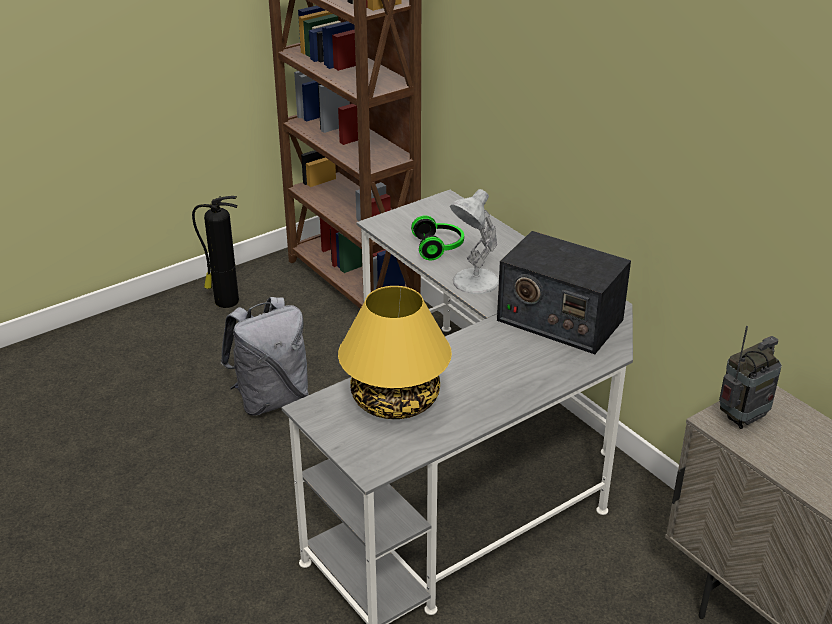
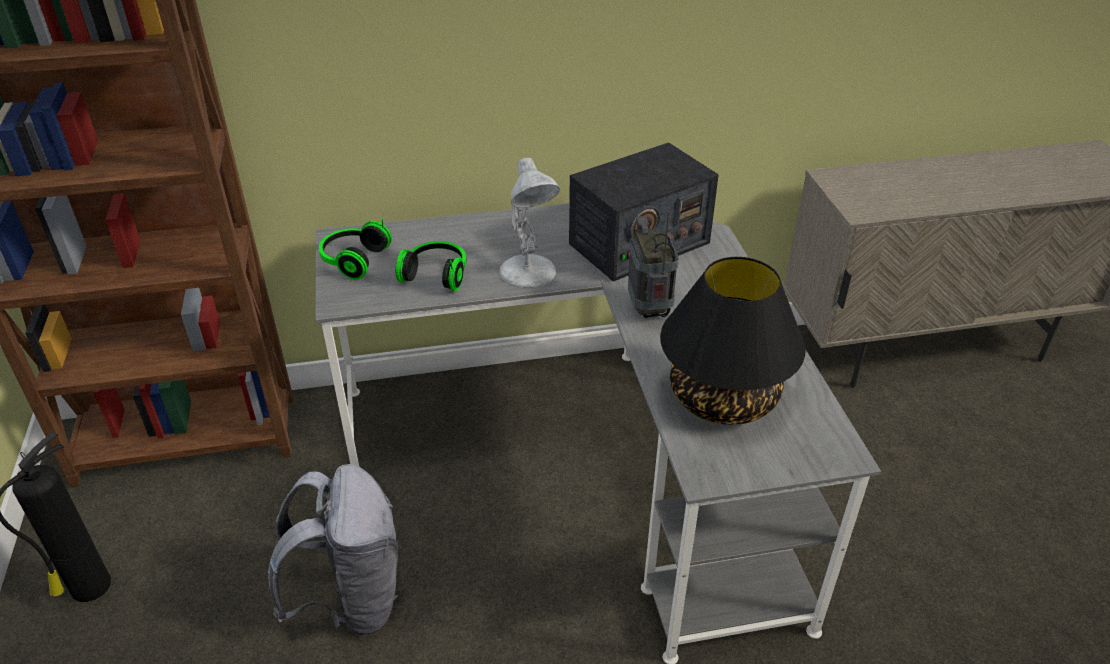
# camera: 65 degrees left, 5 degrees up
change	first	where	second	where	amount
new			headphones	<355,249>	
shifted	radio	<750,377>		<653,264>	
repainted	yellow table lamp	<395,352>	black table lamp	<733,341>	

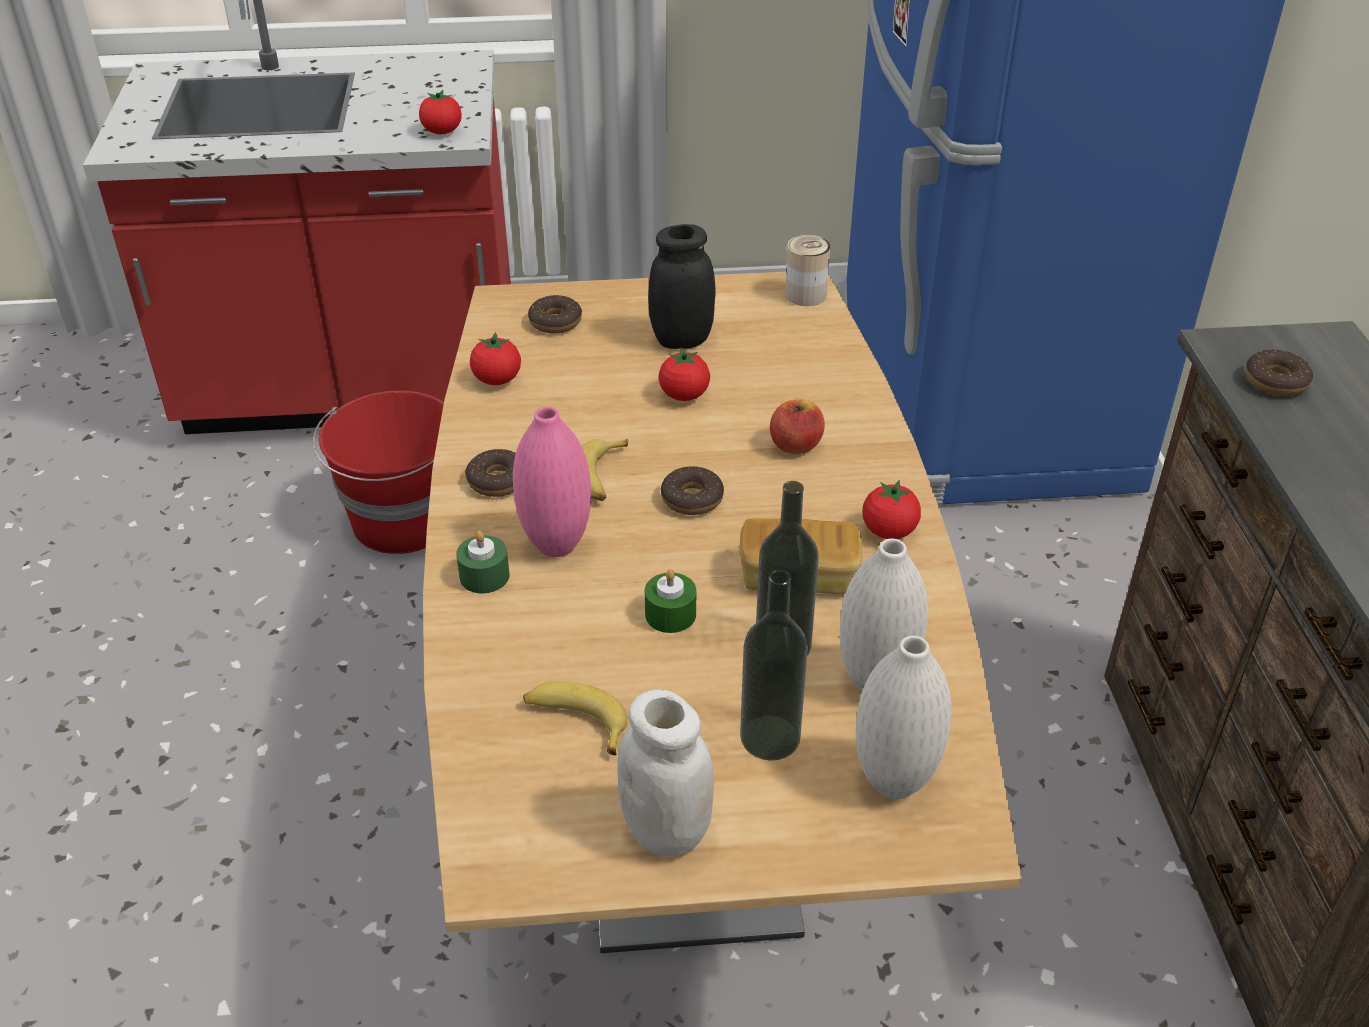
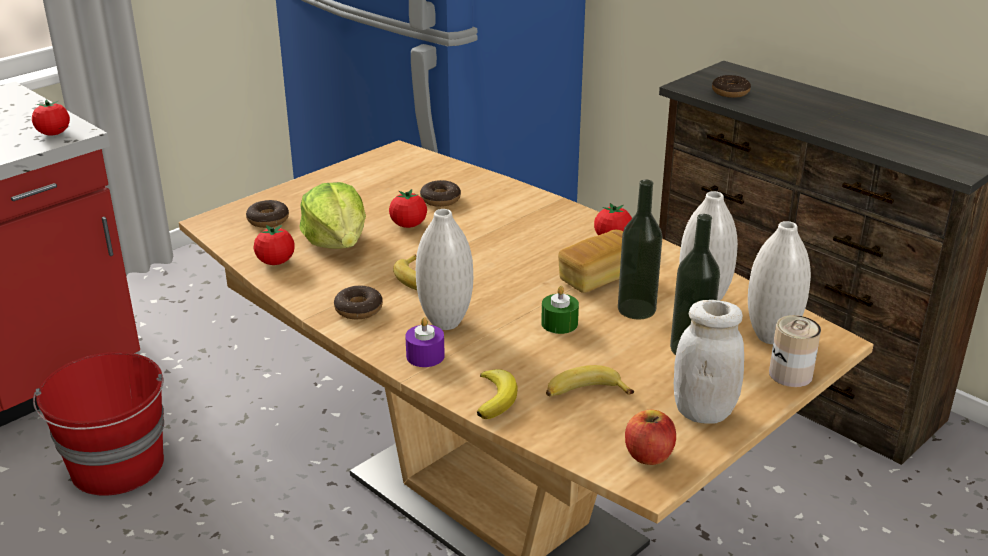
# camera: 40 degrees left, 10 degrees down
change	first	where	second	where	amount
new			lettuce	<333,215>	
repainted	green candle	<483,562>	purple candle	<425,342>	
repainted	pink vase	<552,481>	white vase	<444,269>	
shifted	donut	<692,490>		<440,193>	
new			banana	<497,394>	
shifted	apple	<797,426>		<650,437>	
shifted	can	<807,270>		<795,351>	
gone	black jar	<681,286>			

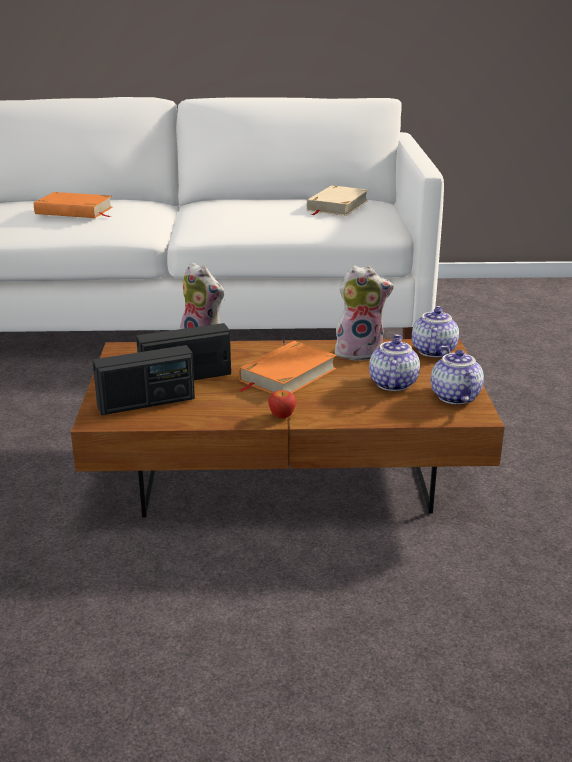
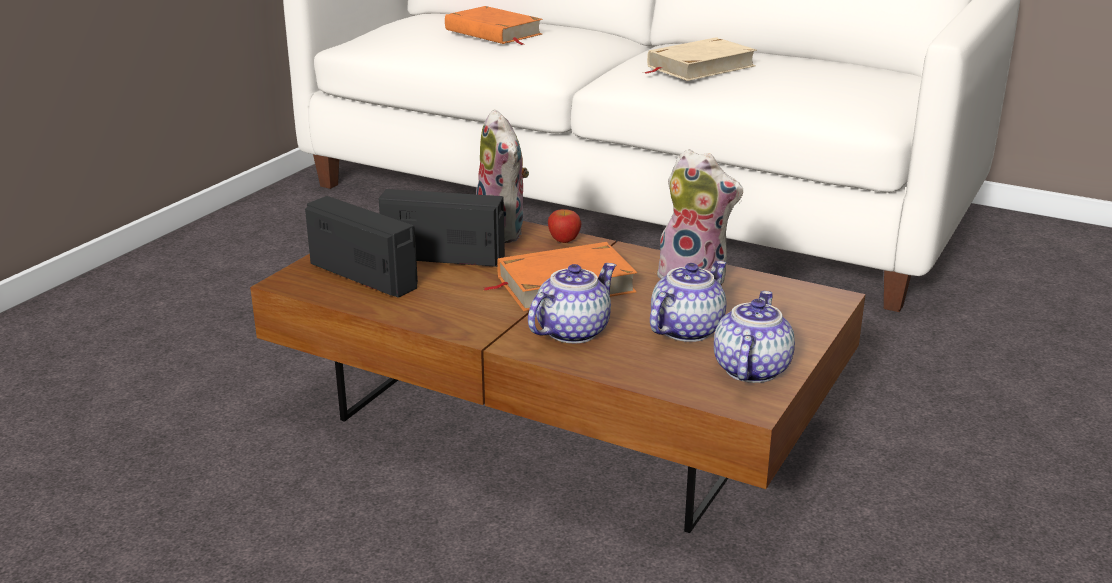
# camera: 30 degrees right, 0 degrees up
change	first	where	second	where	amount
rotated	radio	<143,380>		<361,247>	150 degrees counterclockwise
shifted	teapot	<435,331>		<572,303>	
shifted	apple	<282,404>		<564,226>	
shifted	beige book	<338,200>		<700,59>	

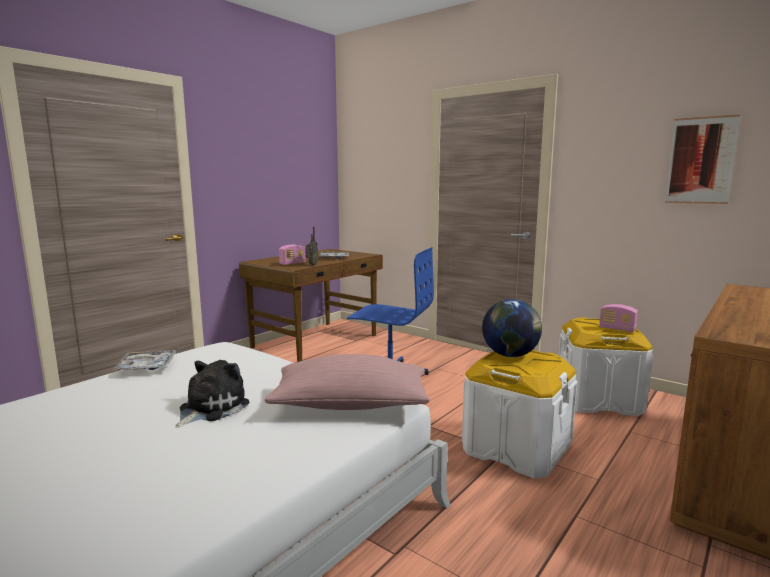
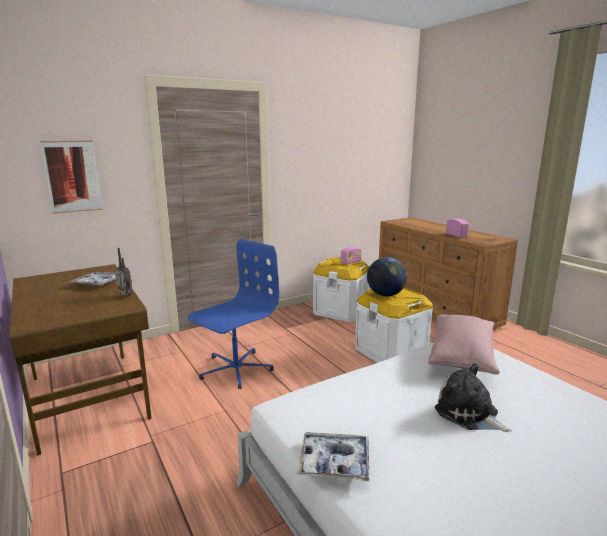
# camera: 70 degrees left, 5 degrees up
change	first	where	second	where	amount
shifted	picture	<702,159>		<72,177>	
shifted	radio	<292,255>		<457,228>	

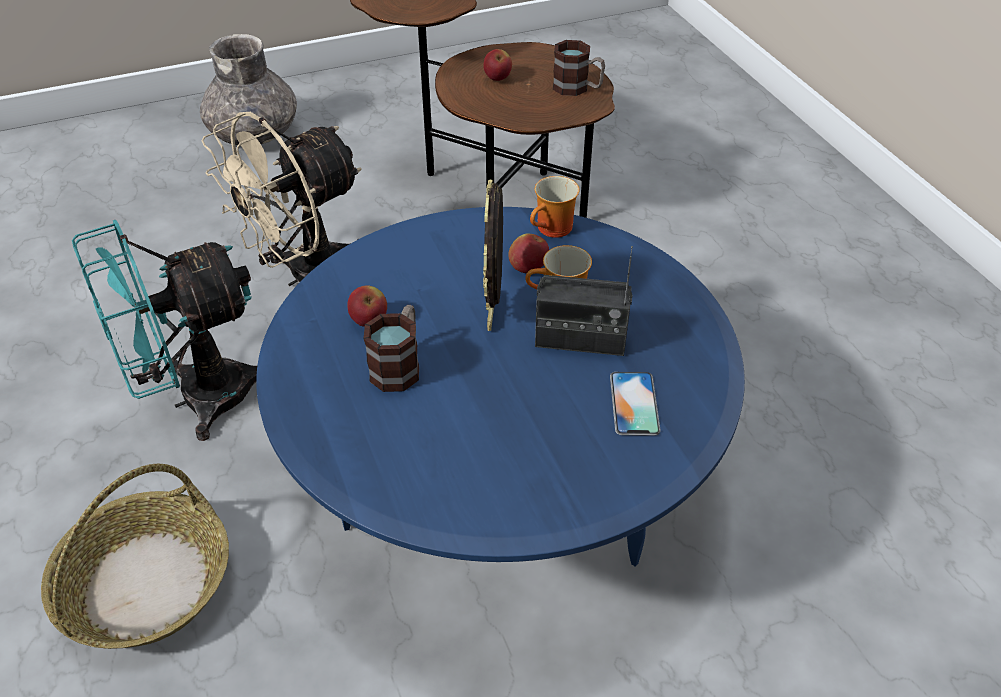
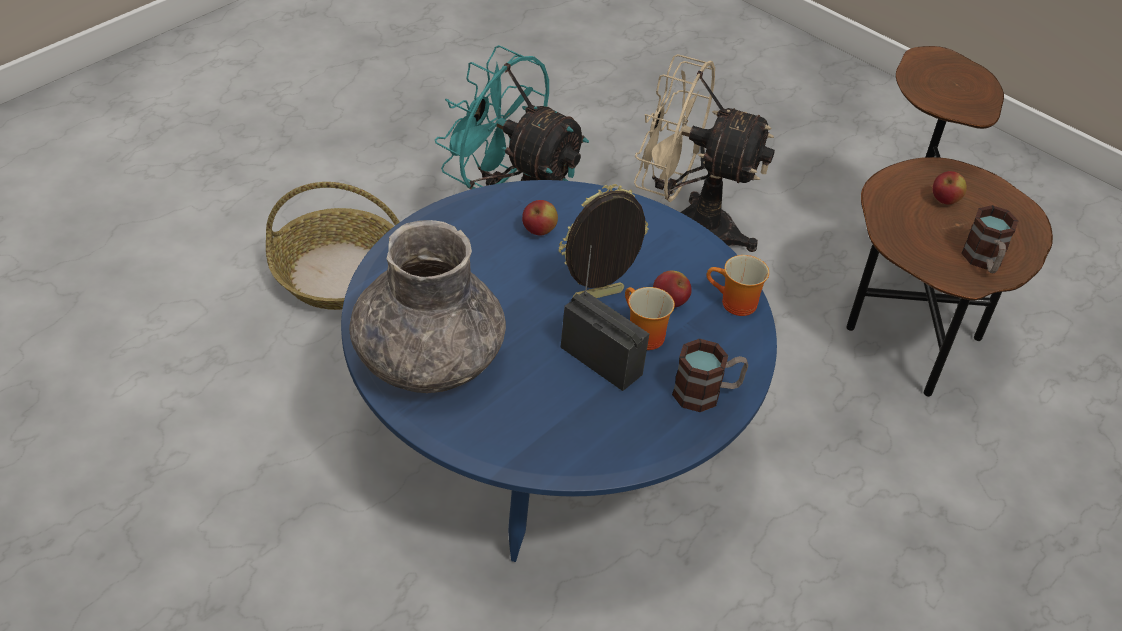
# camera: 60 degrees right, 0 degrees up
change	first	where	second	where	amount
shifted	grey vase	<248,90>		<427,306>	
rotated	radio	<584,301>		<605,318>	150 degrees clockwise
shifted	mug	<391,348>		<710,375>	
gone	phone	<635,403>			

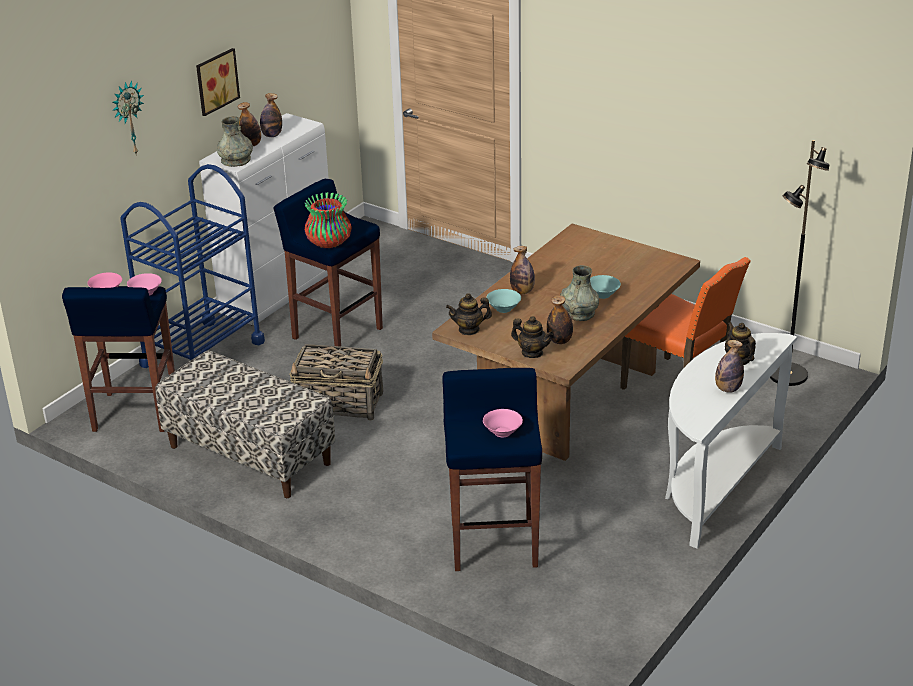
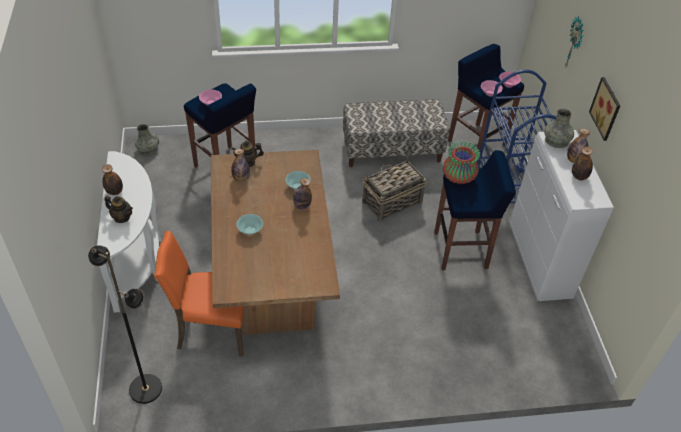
# camera: 135 degrees right, 15 degrees up
change	first	where	second	where	amount
shifted	grey vase	<579,293>		<147,140>	
gone	teapot	<469,314>			

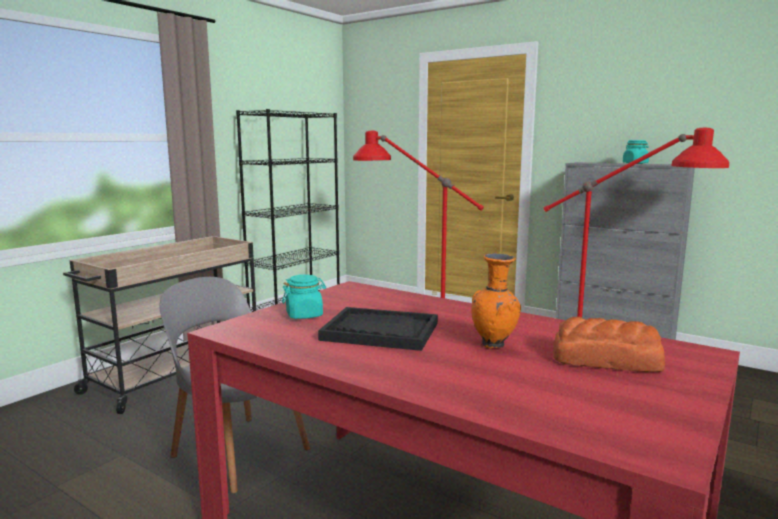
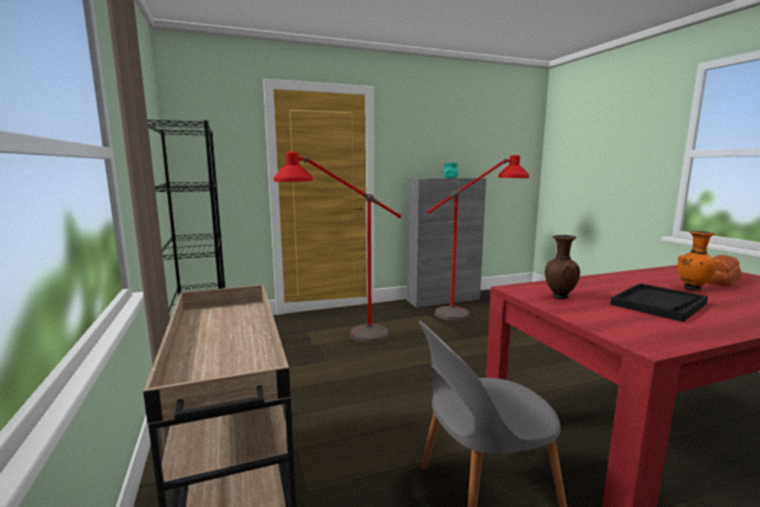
# camera: 55 degrees left, 0 degrees up
change	first	where	second	where	amount
new			brown vase	<562,267>	
gone	turquoise jar	<304,297>			

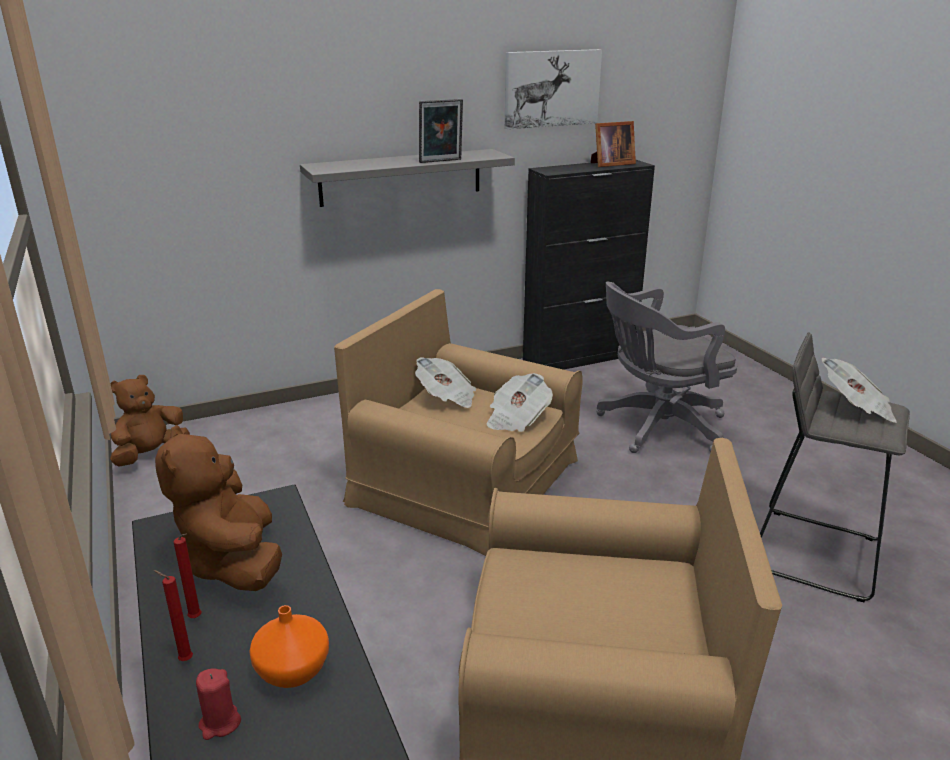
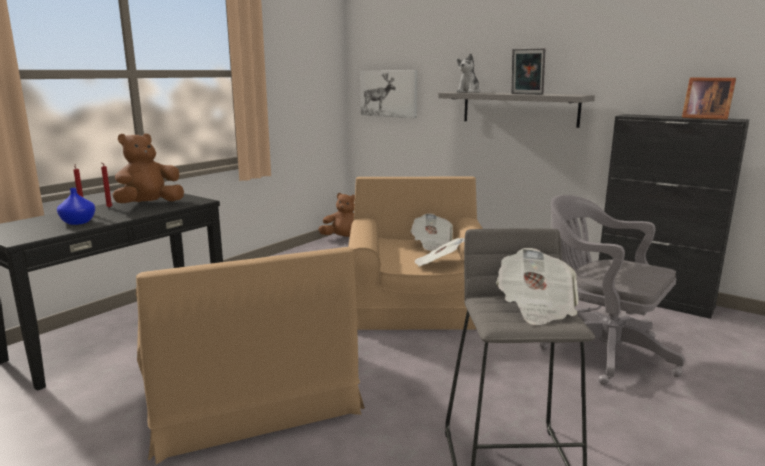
# camera: 60 degrees right, 10 degrees down
change	first	where	second	where	amount
repainted	orange vase	<289,646>	blue vase	<76,206>	
shifted	picture	<553,89>		<388,94>	
new			plush toy	<468,73>	
gone	red candle	<218,704>			

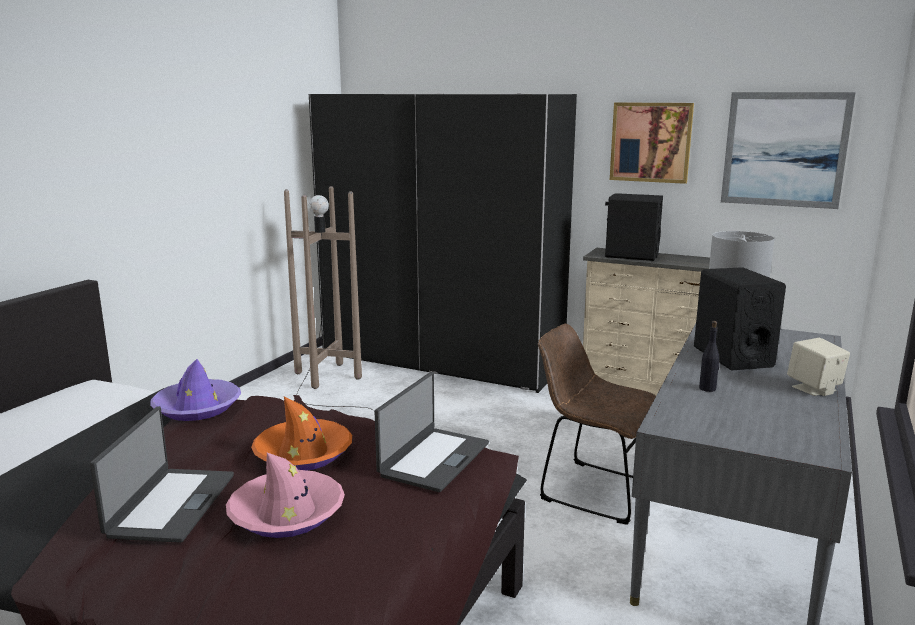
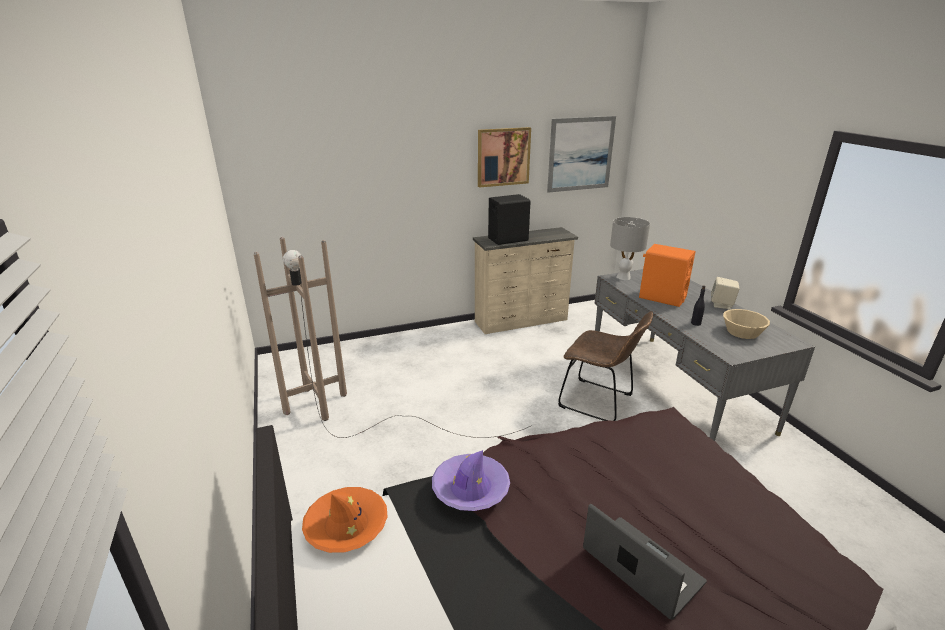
# camera: 45 degrees left, 10 degrees up
change	first	where	second	where	amount
shifted	orange hat	<301,433>		<345,520>	
rotated	brown chair	<597,424>		<605,366>	135 degrees counterclockwise
repainted	black speaker	<740,318>	orange speaker	<667,275>	
new			beige bowl	<746,324>	
gone	pink hat	<285,495>			
gone	black wardrobe	<443,243>			
gone	laptop	<431,432>			

